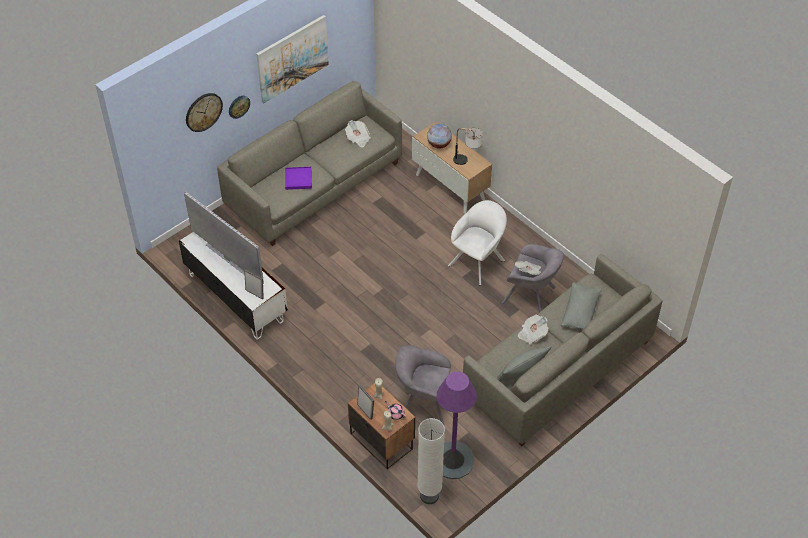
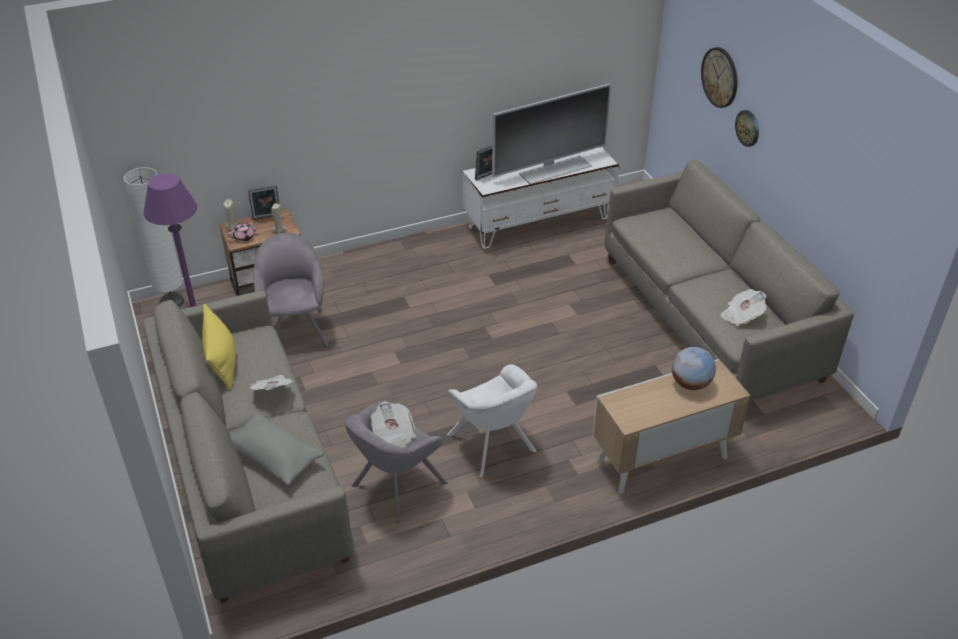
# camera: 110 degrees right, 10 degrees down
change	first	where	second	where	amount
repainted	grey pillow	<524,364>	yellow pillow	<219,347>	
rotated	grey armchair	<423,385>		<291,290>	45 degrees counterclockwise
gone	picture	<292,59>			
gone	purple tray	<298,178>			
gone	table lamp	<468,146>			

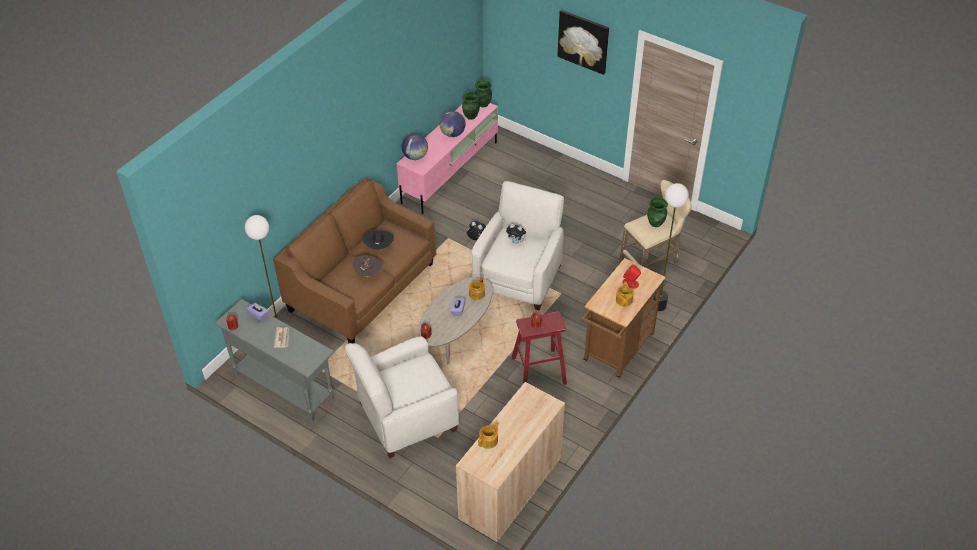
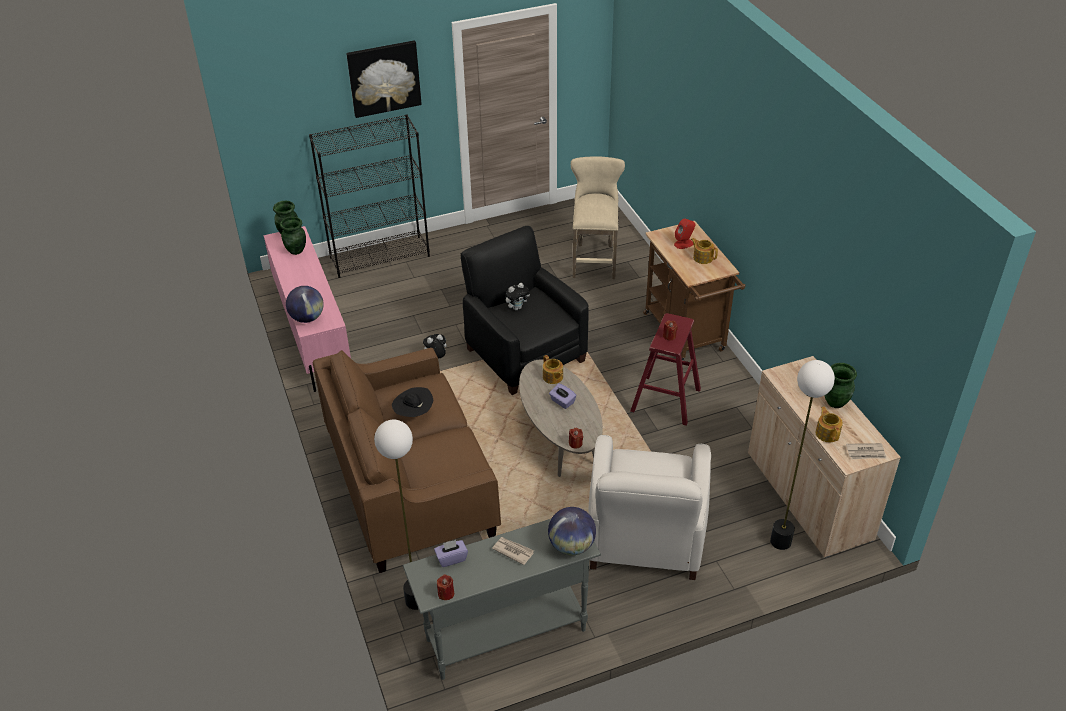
# camera: 55 degrees left, 5 degrees down
change	first	where	second	where	amount
new			black bookcase	<369,196>	
repainted	white armchair	<518,245>	black armchair	<524,310>	
shifted	globe	<452,124>		<572,531>	
shifted	floor lamp	<671,247>		<802,455>	
shifted	green vase	<657,212>		<840,385>	
new			newspaper	<866,451>	
gone	brown hat	<368,265>			

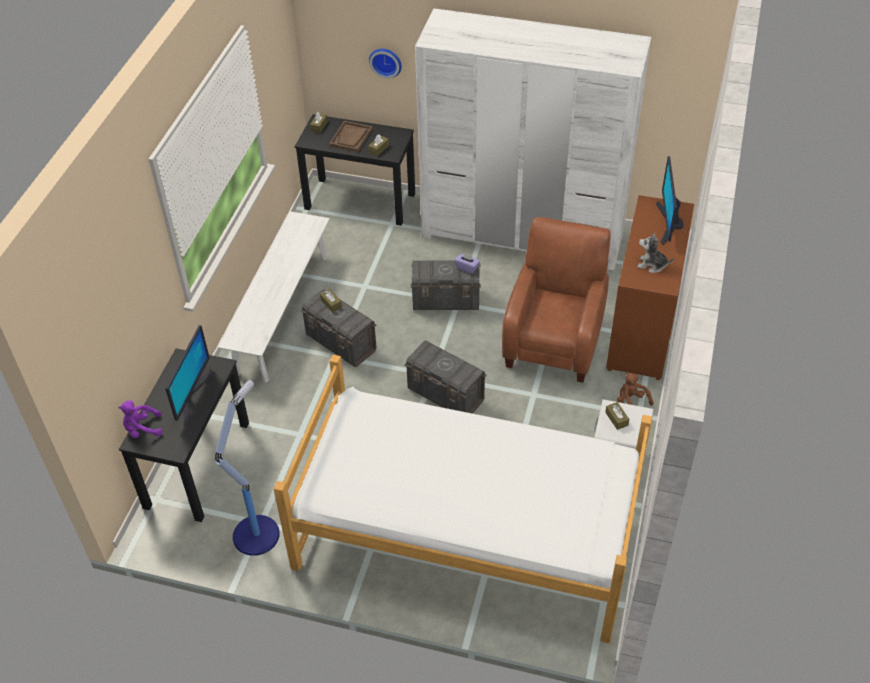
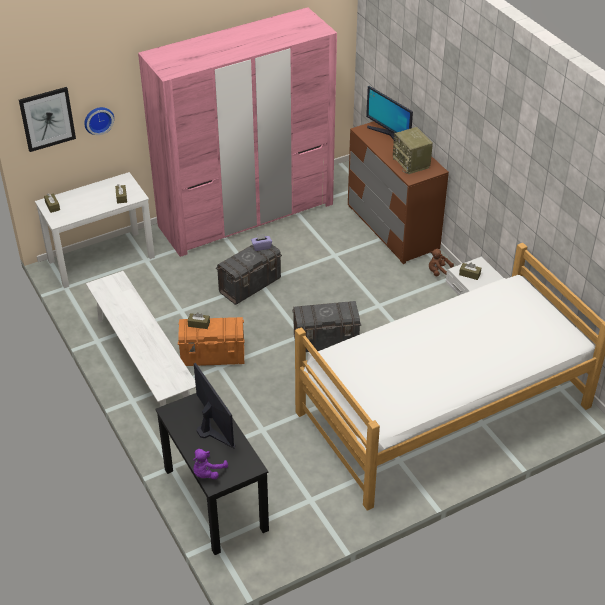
# camera: 45 degrees left, 5 degrees down
change	first	where	second	where	amount
new			picture	<47,119>	
repainted	black desk	<355,170>	white desk	<95,230>	
repainted	white wardrobe	<533,139>	pink wardrobe	<237,132>	
repainted	grey storage box	<339,328>	orange storage box	<211,341>	
swapped	plush toy	<655,252>	radio	<413,150>	
gone	floor lamp	<247,468>			
gone	brown tray	<350,136>			
gone	brown armchair	<556,300>			

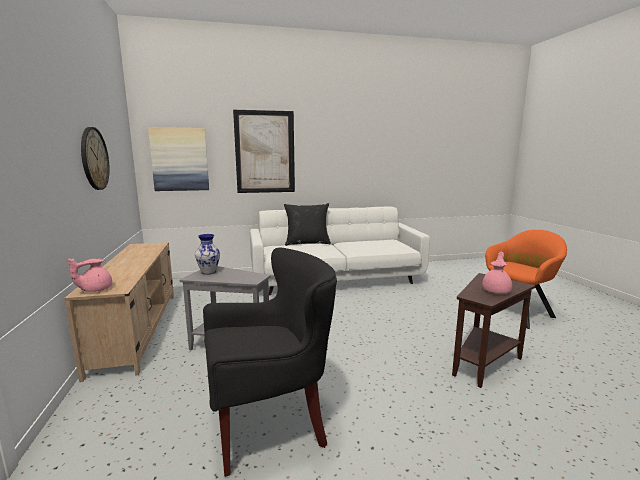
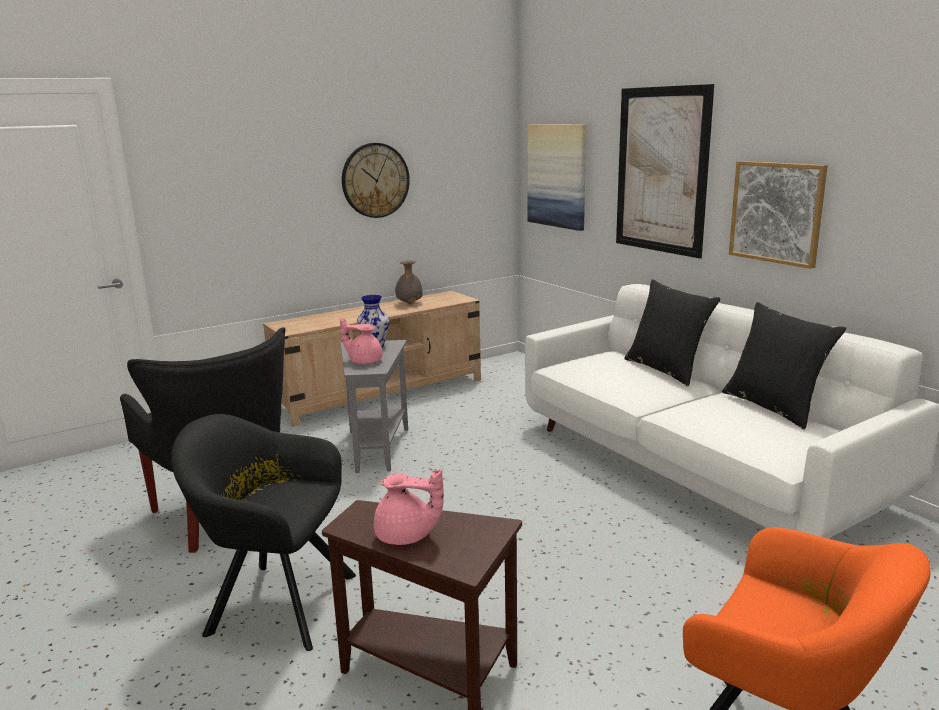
# camera: 70 degrees right, 5 degrees up
change	first	where	second	where	amount
new			black armchair	<263,532>	
shifted	pink teapot	<90,275>		<361,340>	
new			grey vase	<408,282>	
new			black pillow	<784,366>	
new			picture	<778,215>	

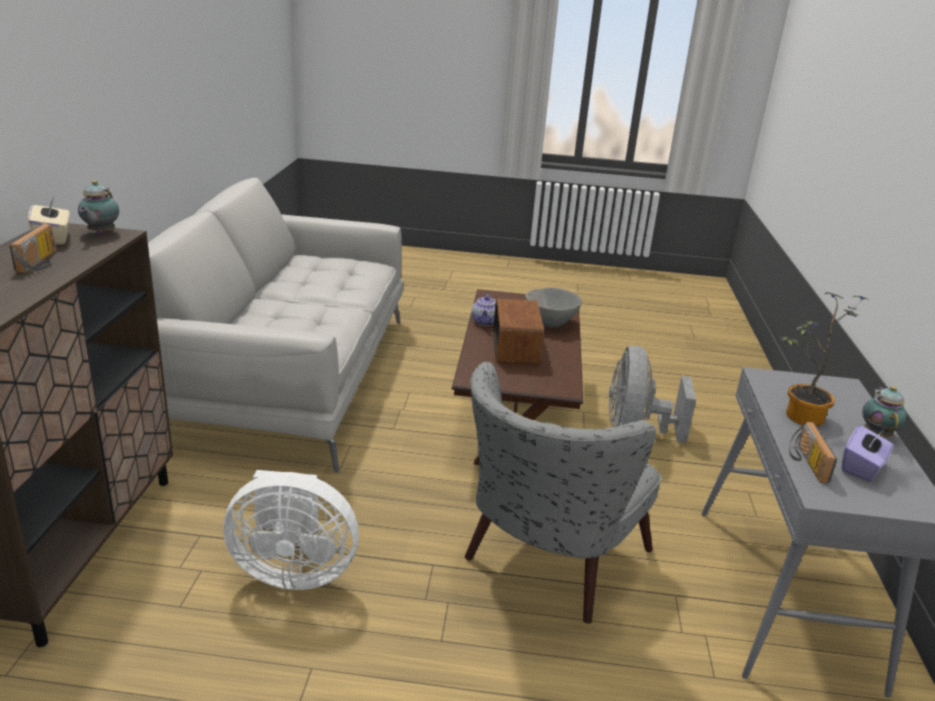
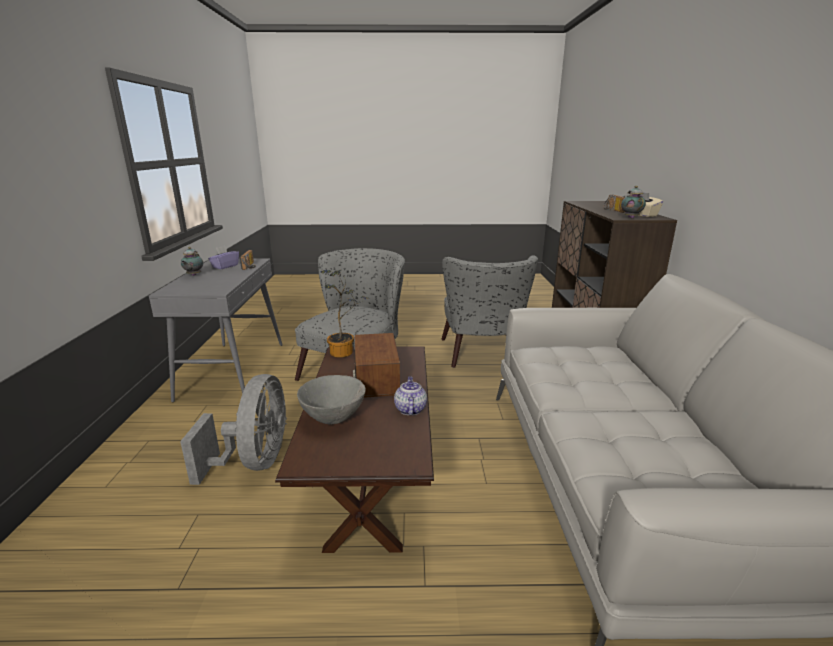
# camera: 175 degrees right, 5 degrees down
change	first	where	second	where	amount
shifted	potted plant	<825,359>		<345,314>	
swapped	white fan	<291,530>	grey armchair	<490,311>	

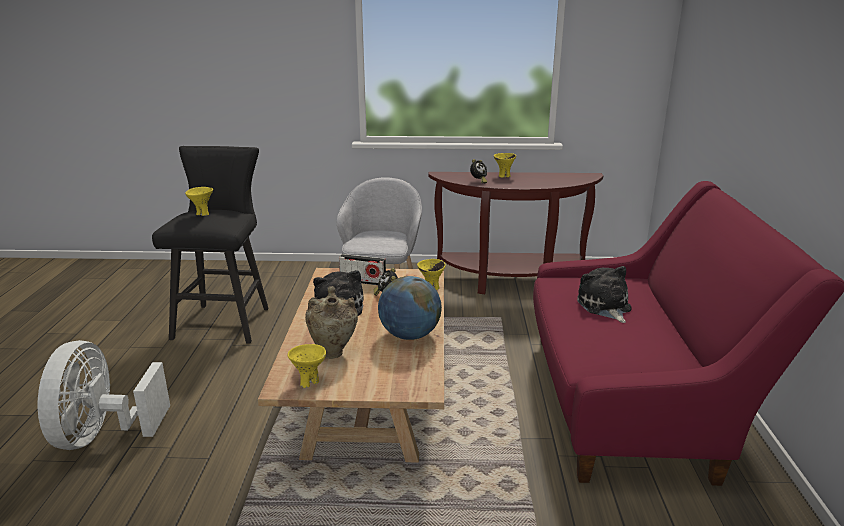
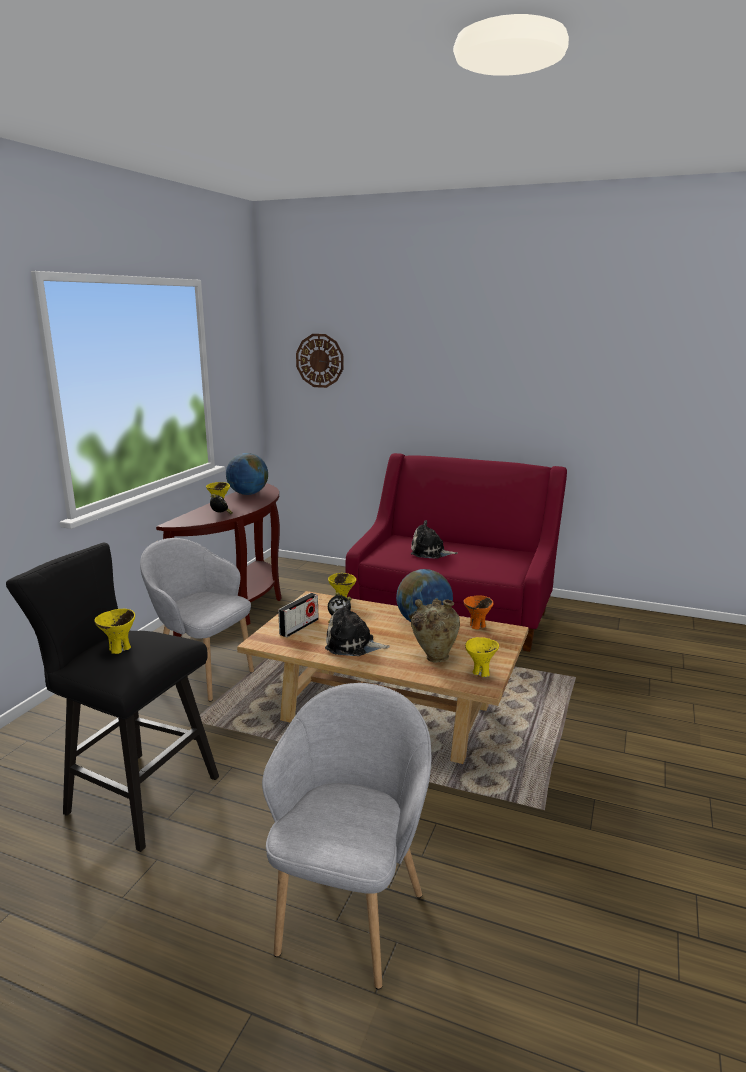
# camera: 70 degrees left, 5 degrees down
change	first	where	second	where	amount
new			globe	<247,474>	
swapped	white fan	<104,395>	grey armchair	<346,836>	
new			wall clock	<320,361>	
new			orange bowl	<478,612>	

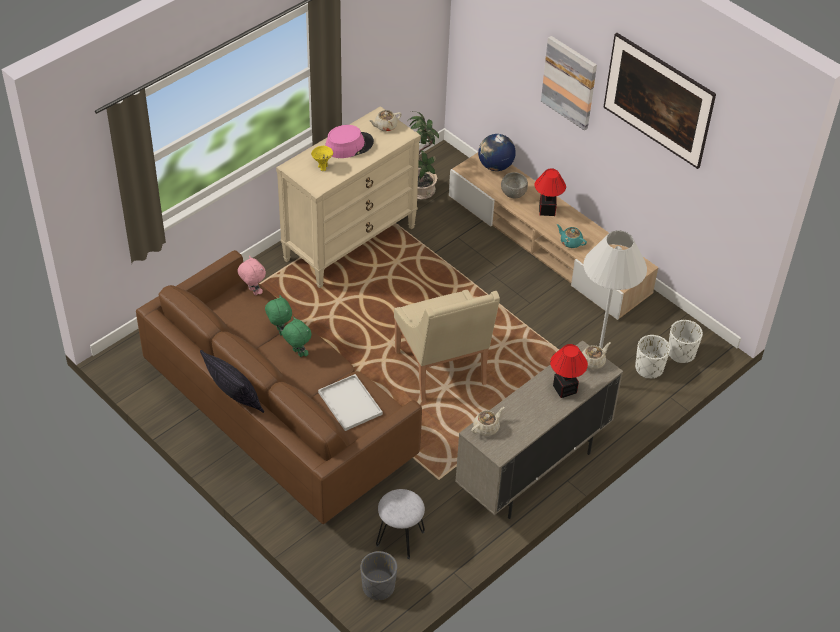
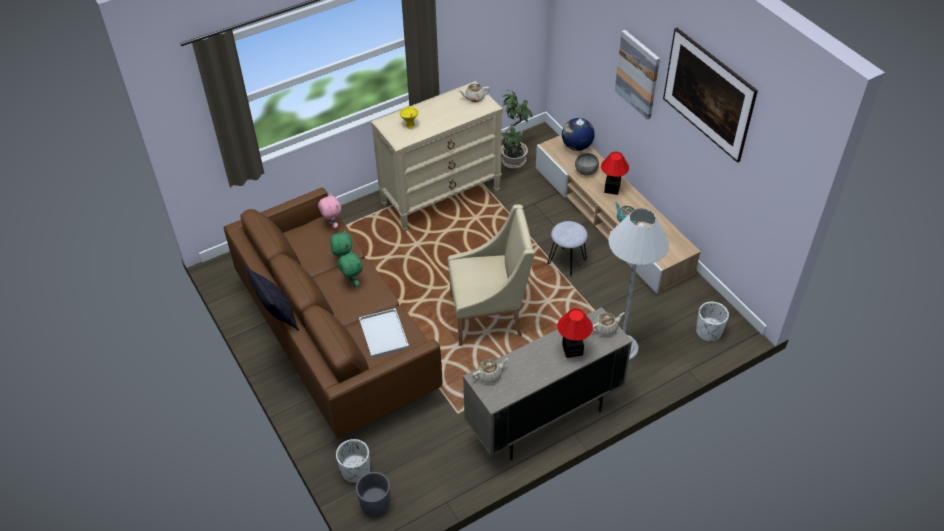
# camera: 15 degrees right, 0 degrees up
change	first	where	second	where	amount
shifted	white planter	<652,356>		<353,461>	
rotated	beige armchair	<447,346>		<490,275>	90 degrees counterclockwise
shifted	grey stool	<400,524>		<567,249>	
gone	pink hat	<349,141>			

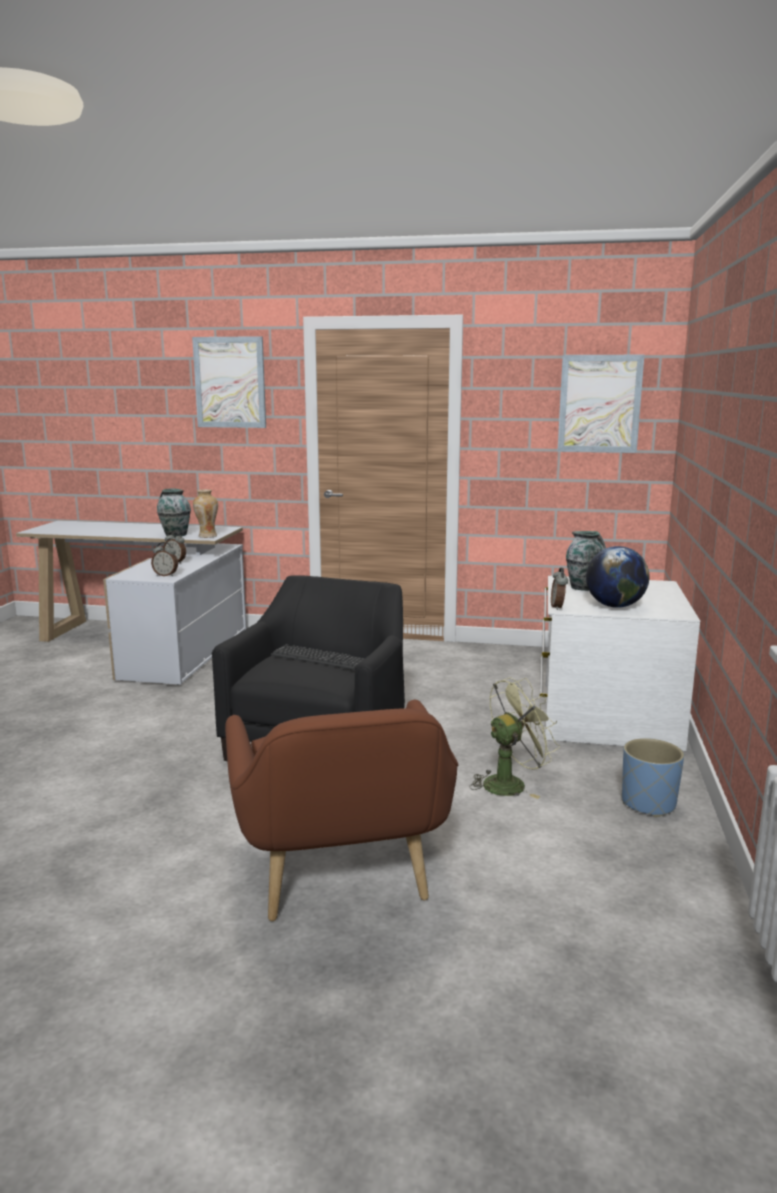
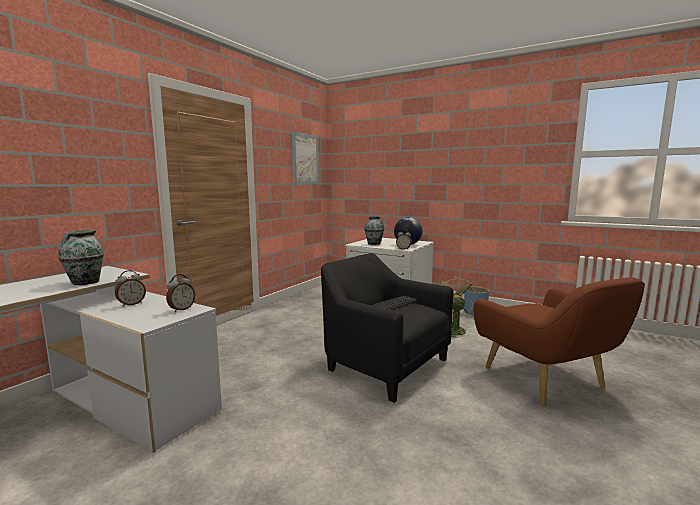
# camera: 70 degrees left, 5 degrees down
change	first	where	second	where	amount
rotated	brown armchair	<342,810>		<559,341>	60 degrees clockwise
gone	picture	<229,382>			
gone	vase	<205,513>			

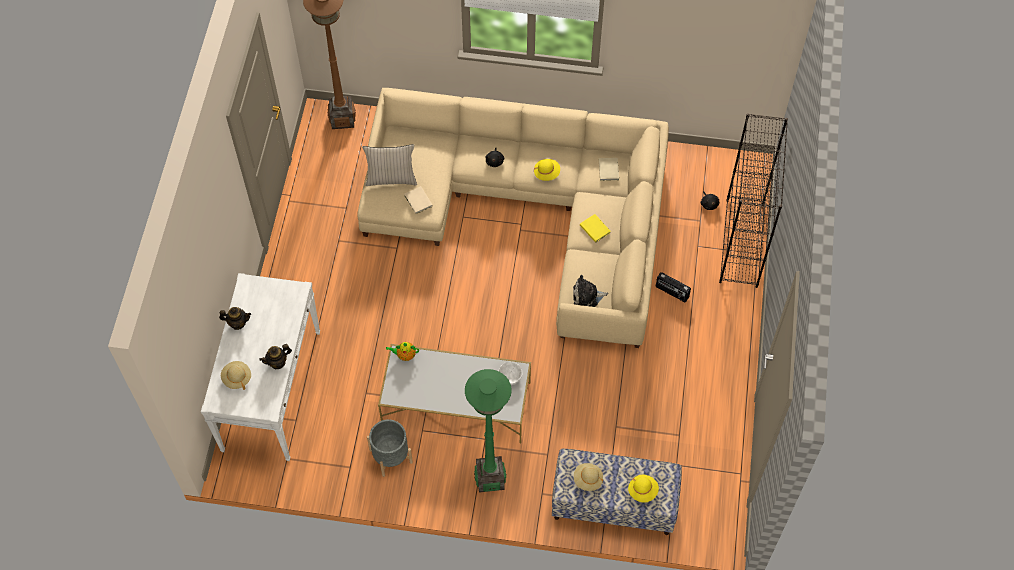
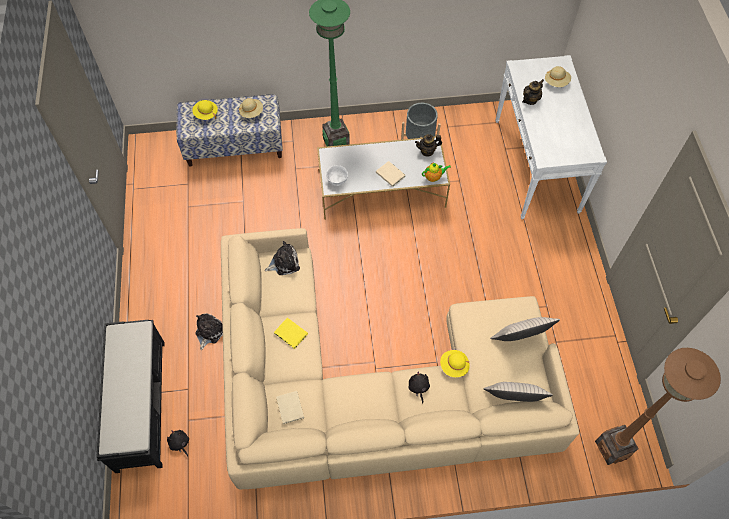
# camera: 165 degrees right, 0 degrees up
change	first	where	second	where	amount
swapped	black bookcase	<753,200>	black bench	<130,396>	
swapped	radio	<673,287>	plush toy	<209,331>	
shifted	beige book	<418,200>		<390,174>	
shifted	teapot	<235,318>		<428,145>	
shifted	yellow hat	<547,170>		<455,363>	
new			beige pillow	<518,392>	

